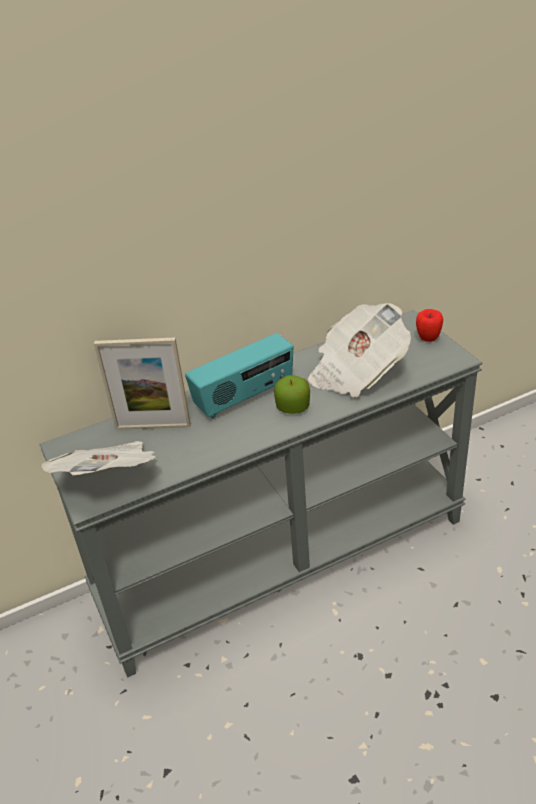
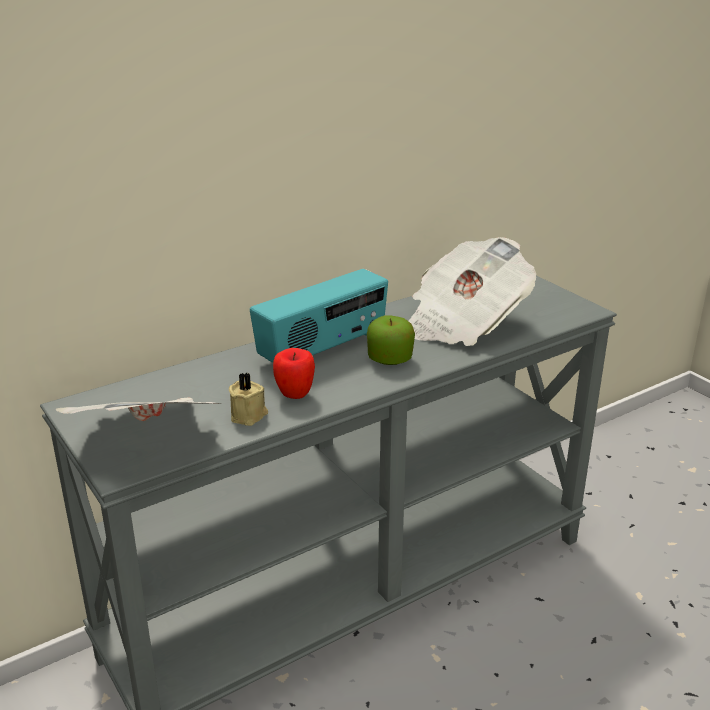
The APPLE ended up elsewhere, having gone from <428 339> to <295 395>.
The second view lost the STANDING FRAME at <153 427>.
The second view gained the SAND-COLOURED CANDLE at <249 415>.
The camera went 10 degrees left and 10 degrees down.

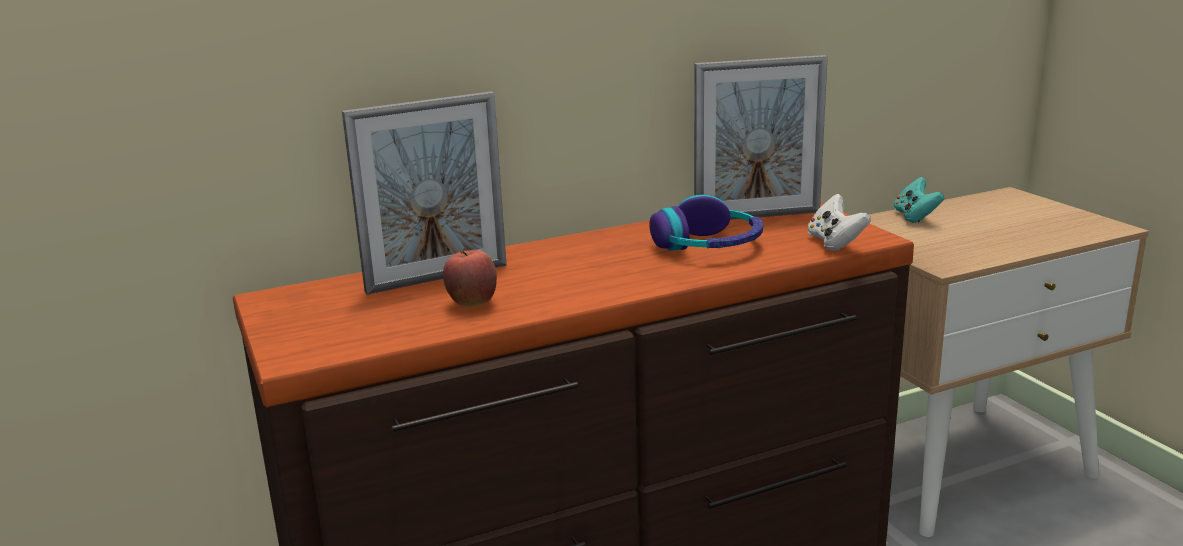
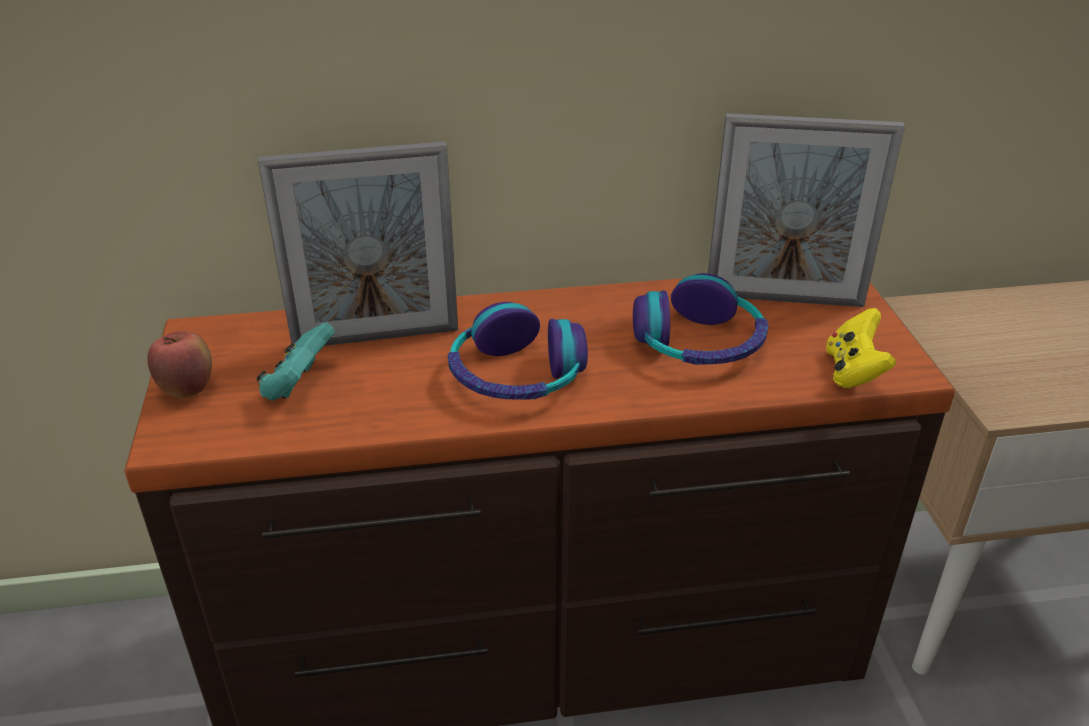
The TURQUOISE GAME CONTROLLER ended up elsewhere, having gone from <915 217> to <299 384>.
What was the WHITE GAME CONTROLLER at <835 243> turned into the YELLOWISH GAME CONTROLLER at <853 371>.
The APPLE ended up elsewhere, having gone from <472 304> to <188 389>.
The second view gained the PAIR OF HEADPHONES at <516 375>.
The camera went 15 degrees right and 15 degrees up.

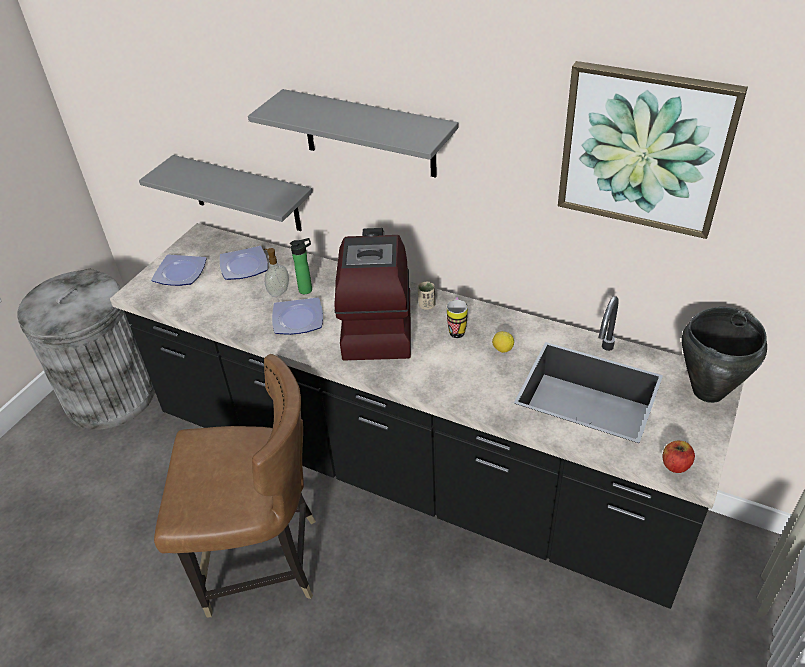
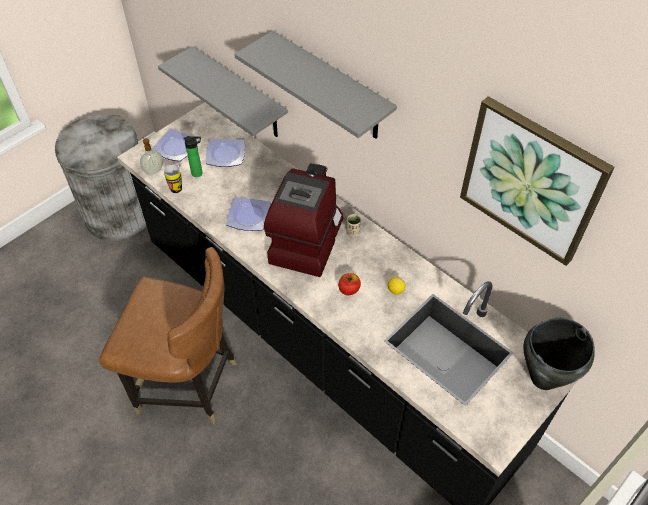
The BOTTLE ended up elsewhere, having gone from <307 289> to <199 173>.
The LIQUID SOAP BOTTLE ended up elsewhere, having gone from <278 291> to <153 170>.
The COFFEE MUG ended up elsewhere, having gone from <457 330> to <178 186>.
The APPLE ended up elsewhere, having gone from <675 465> to <349 289>.
The camera went 15 degrees right and 10 degrees up.

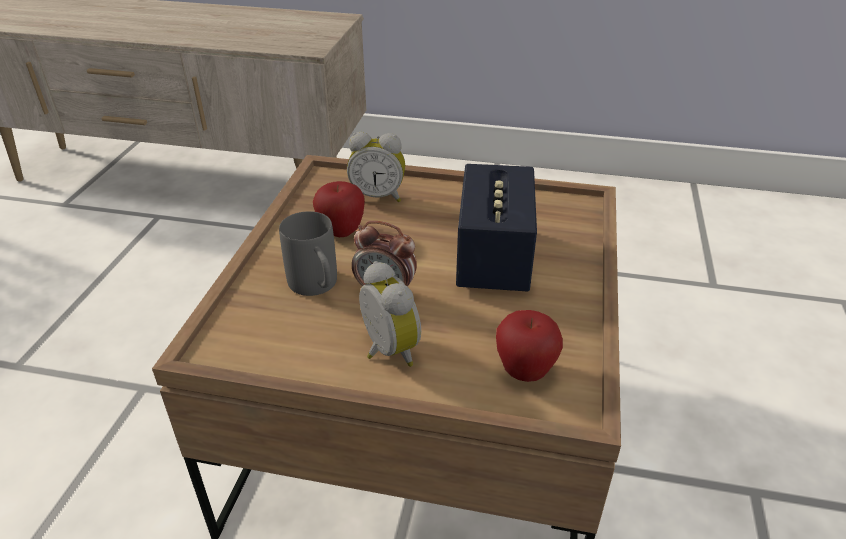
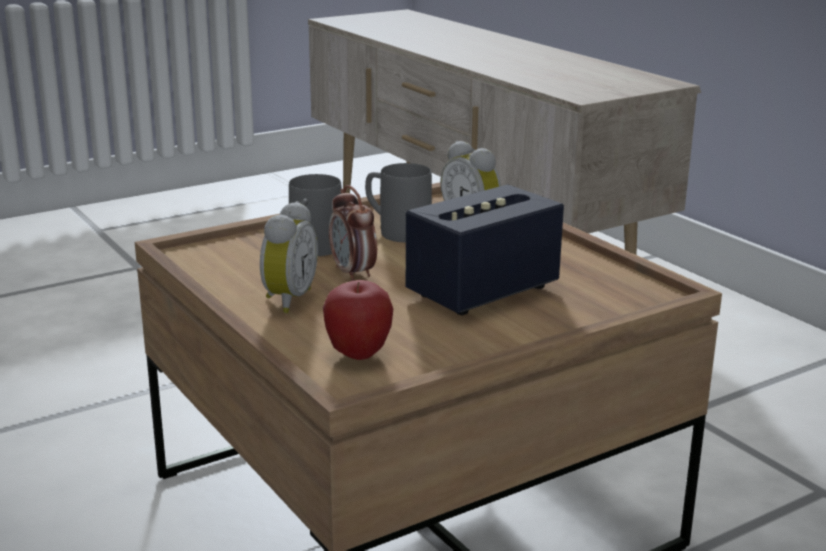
Where the APPLE stood at <341 231>, the GRAY COFFEE MUG came to stand at <395 231>.
The camera went 45 degrees right and 15 degrees down.

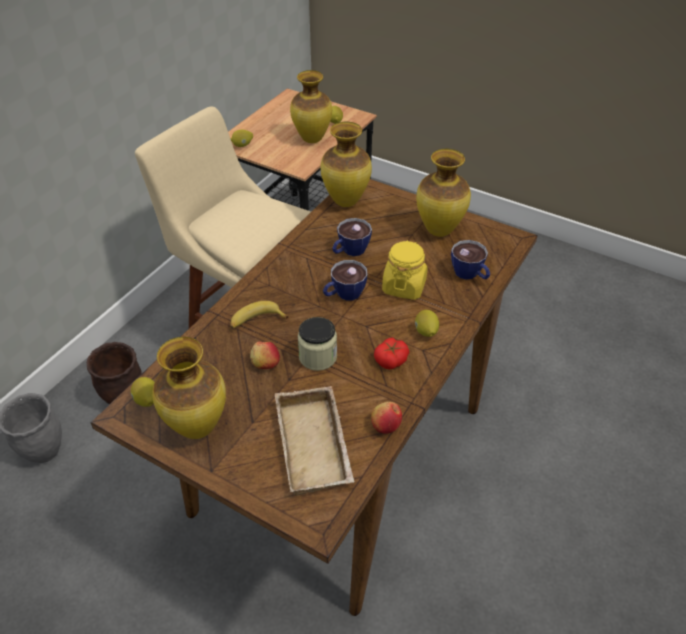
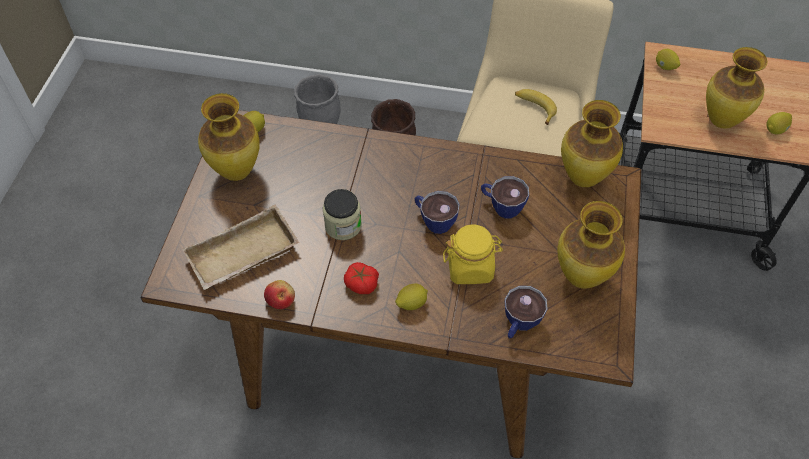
The WHOLE BANANA ended up elsewhere, having gone from <256 321> to <534 108>.
The second view lost the APPLE at <265 363>.
The camera went 70 degrees right and 10 degrees up.

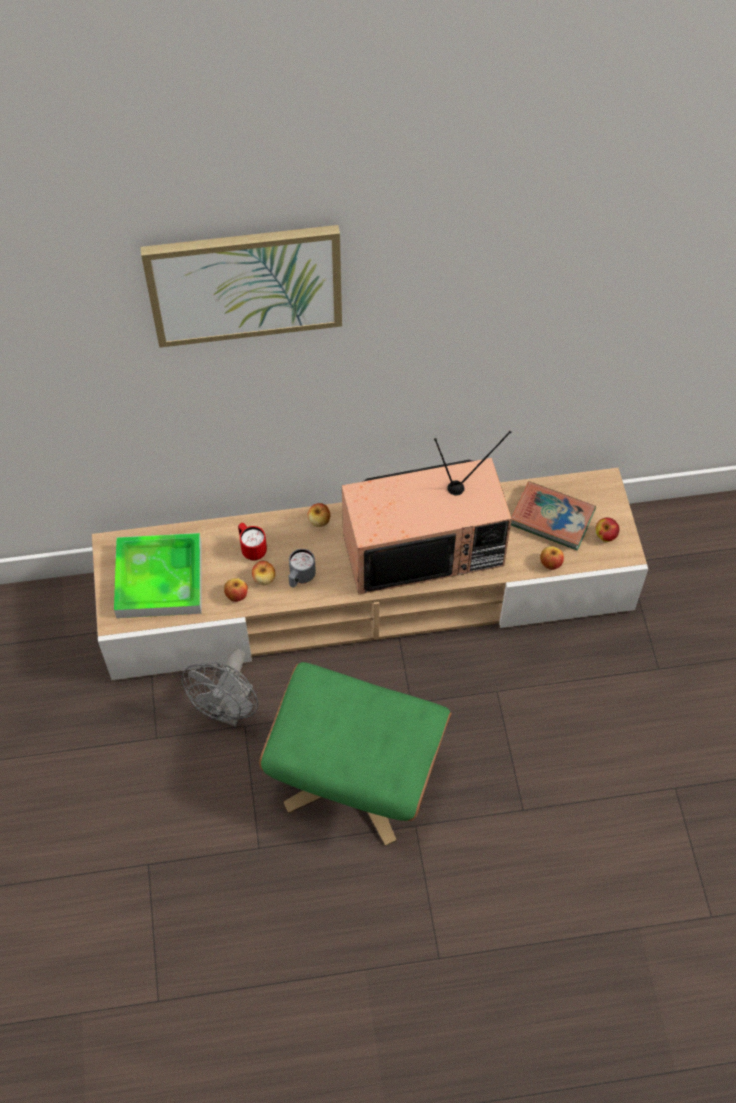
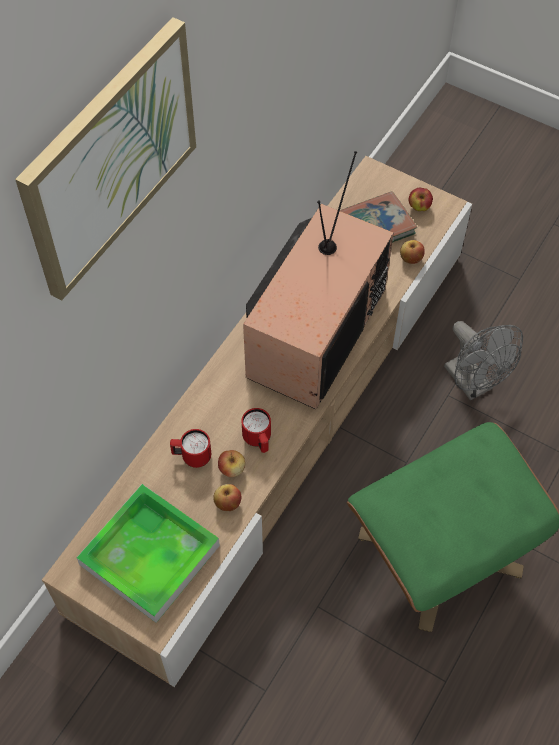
The second view lost the APPLE at <319 521>.
What was the GRAY COFFEE MUG at <300 578> turned into the RED COFFEE MUG at <258 440>.
The GRAY FAN ended up elsewhere, having gone from <229 711> to <473 384>.
The camera went 50 degrees left and 0 degrees up.

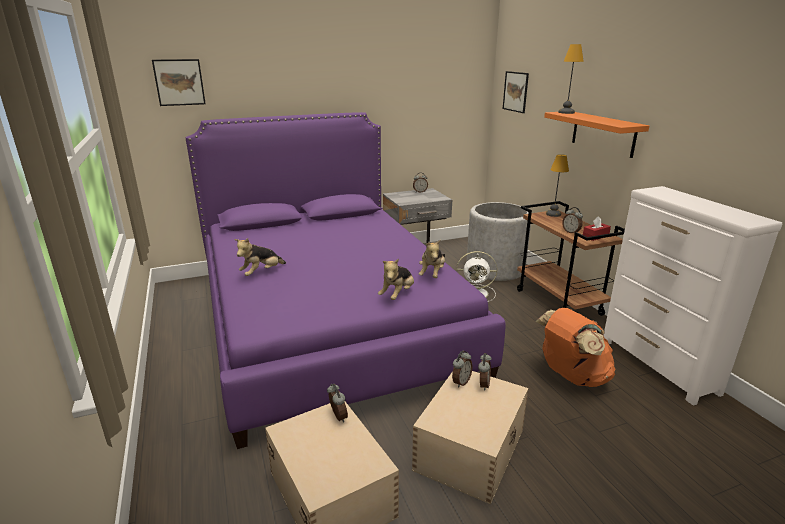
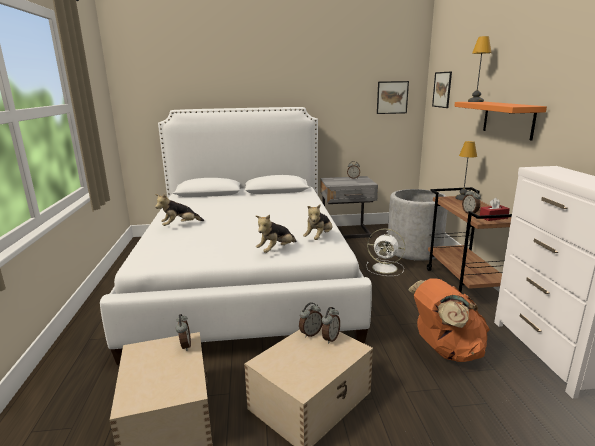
The PICTURE ended up elsewhere, having gone from <179 82> to <392 97>.
What was the PURPLE SLEEPING BED at <328 320> turned into the WHITE SLEEPING BED at <245 276>.
The camera went 15 degrees right and 5 degrees down.

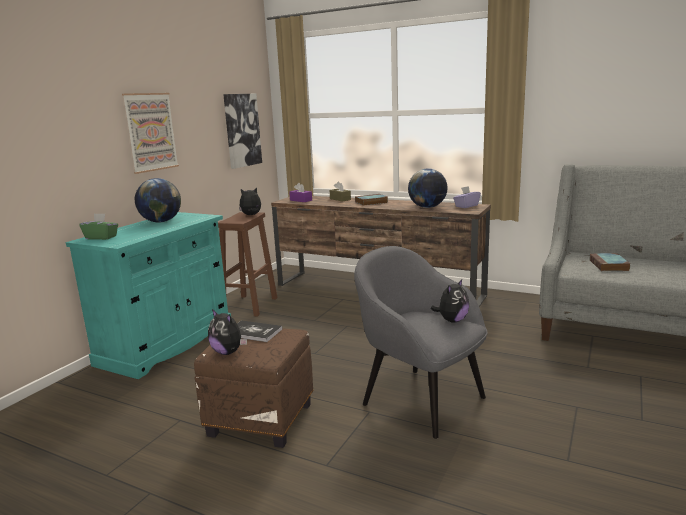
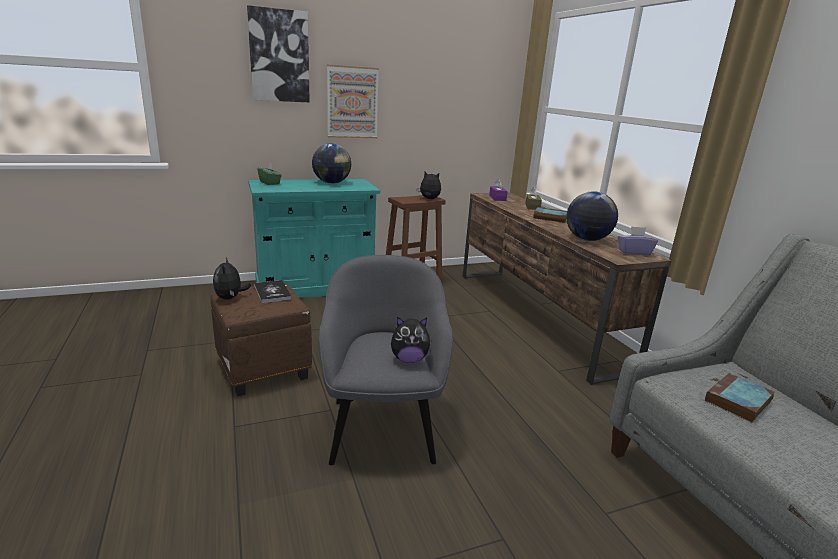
The PICTURE ended up elsewhere, having gone from <241 130> to <279 56>.
The camera went 40 degrees right and 5 degrees up.

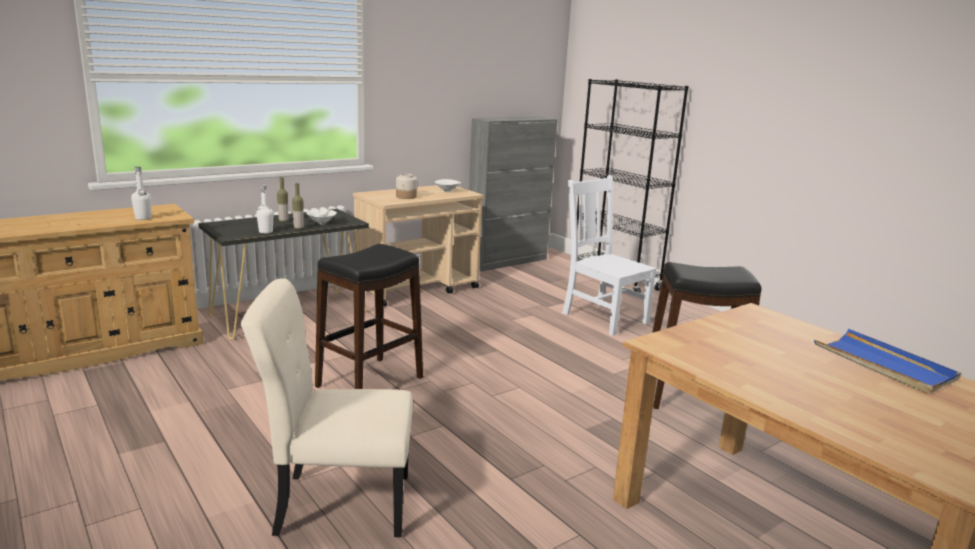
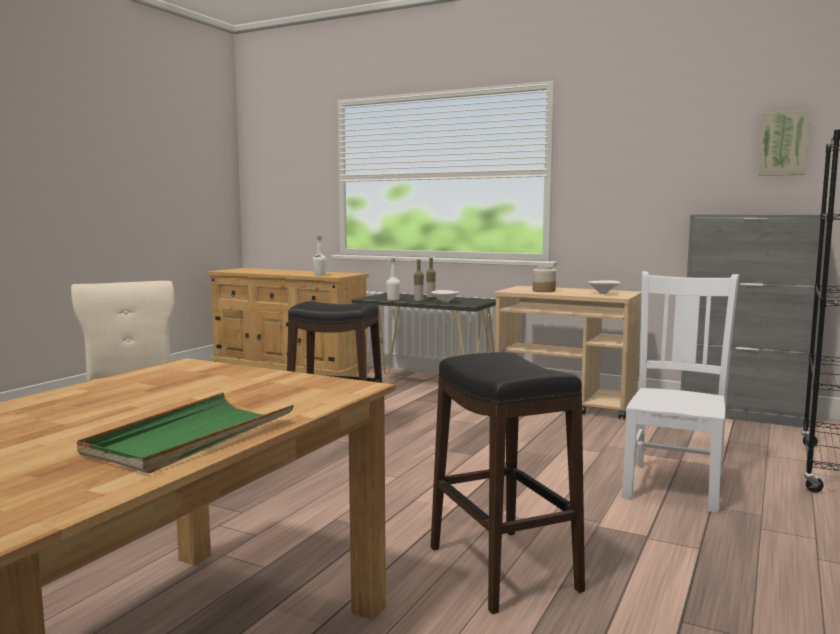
What was the BLUE-COLOURED SERVING TRAY at <883 365> turned into the GREENISH SERVING TRAY at <191 437>.
The second view gained the PICTURE at <783 143>.
The camera went 65 degrees right and 10 degrees down.

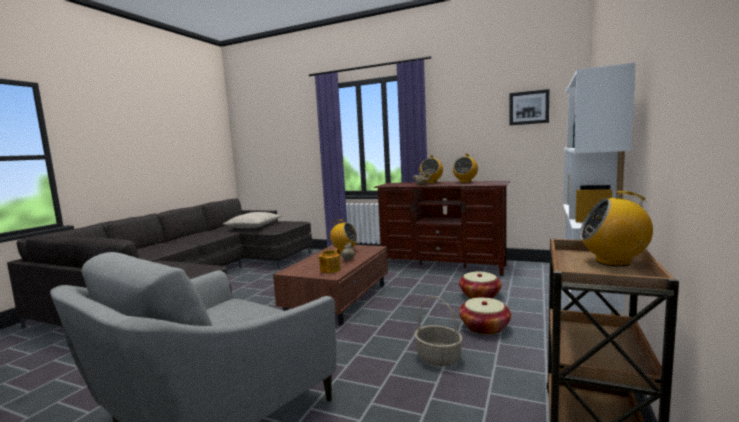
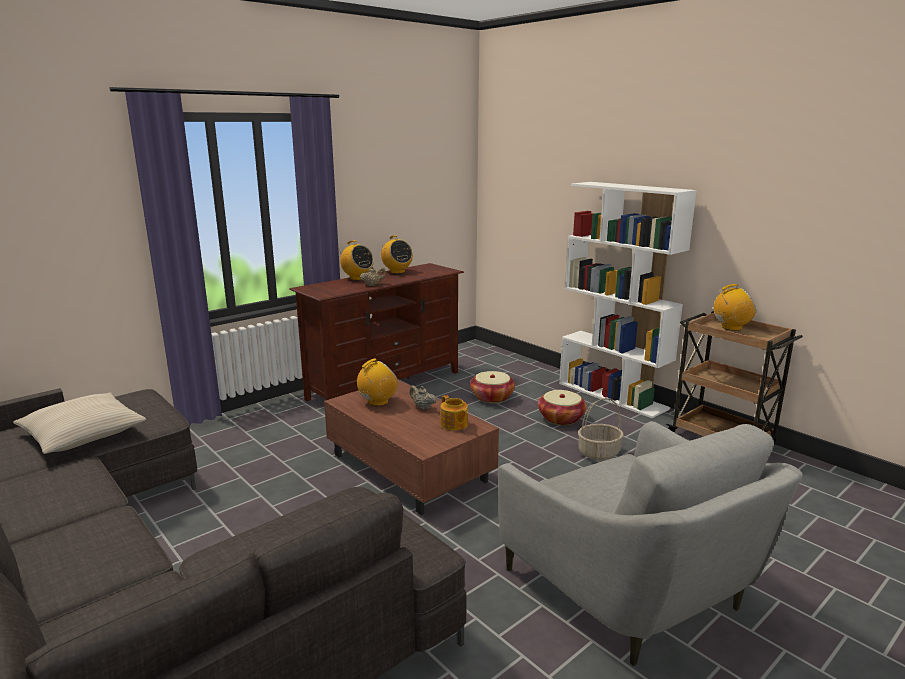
The second view lost the PICTURE at <529 107>.
The RADIO at <613 262> ended up facing another way, 135 degrees counterclockwise from before.
The camera went 65 degrees left and 10 degrees up.

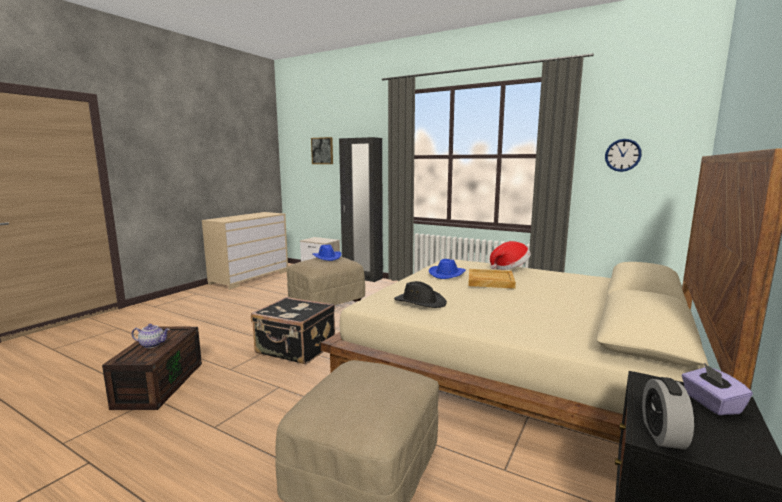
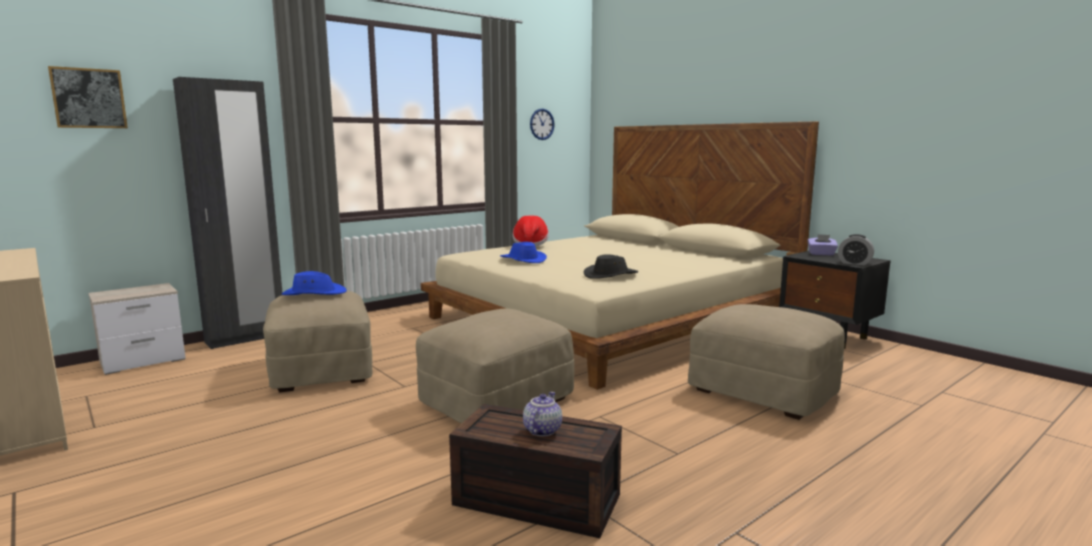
The second view lost the SAND-COLOURED SERVING TRAY at <490 281>.
Where the BLACK-COLOURED TRAVEL CASE stood at <295 349>, the SAND-COLOURED POUFFE came to stand at <496 402>.
The camera went 70 degrees left and 0 degrees up.

